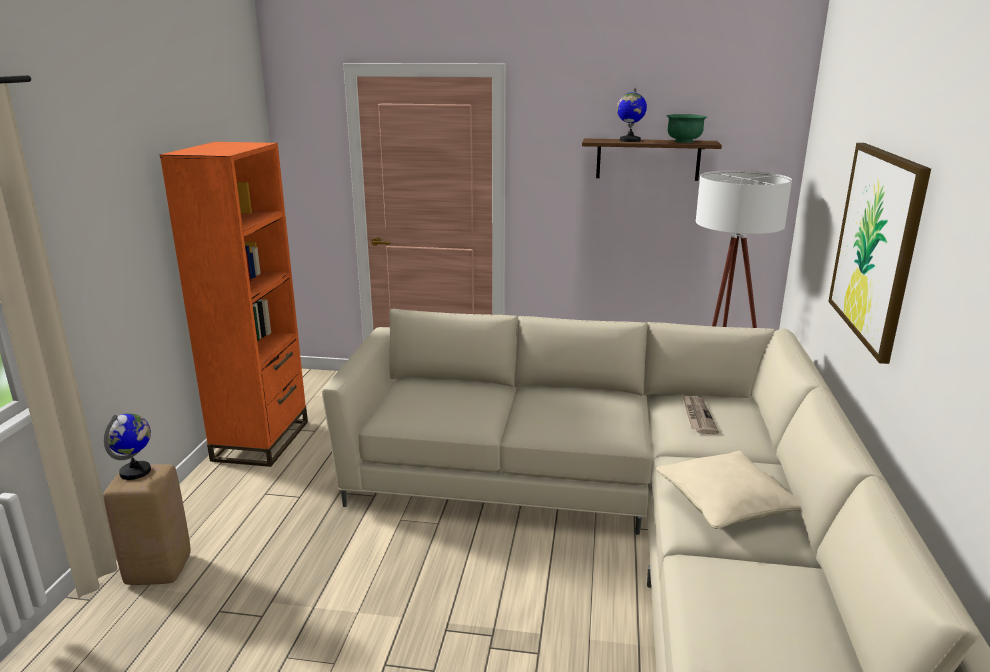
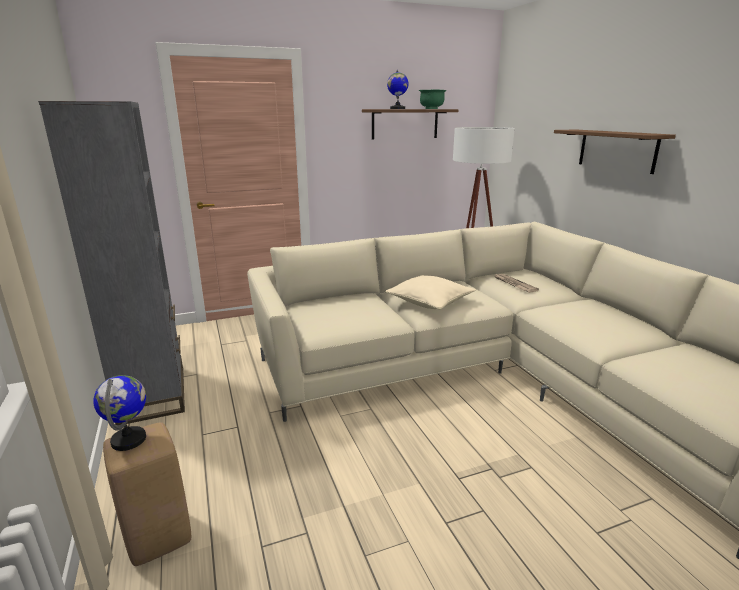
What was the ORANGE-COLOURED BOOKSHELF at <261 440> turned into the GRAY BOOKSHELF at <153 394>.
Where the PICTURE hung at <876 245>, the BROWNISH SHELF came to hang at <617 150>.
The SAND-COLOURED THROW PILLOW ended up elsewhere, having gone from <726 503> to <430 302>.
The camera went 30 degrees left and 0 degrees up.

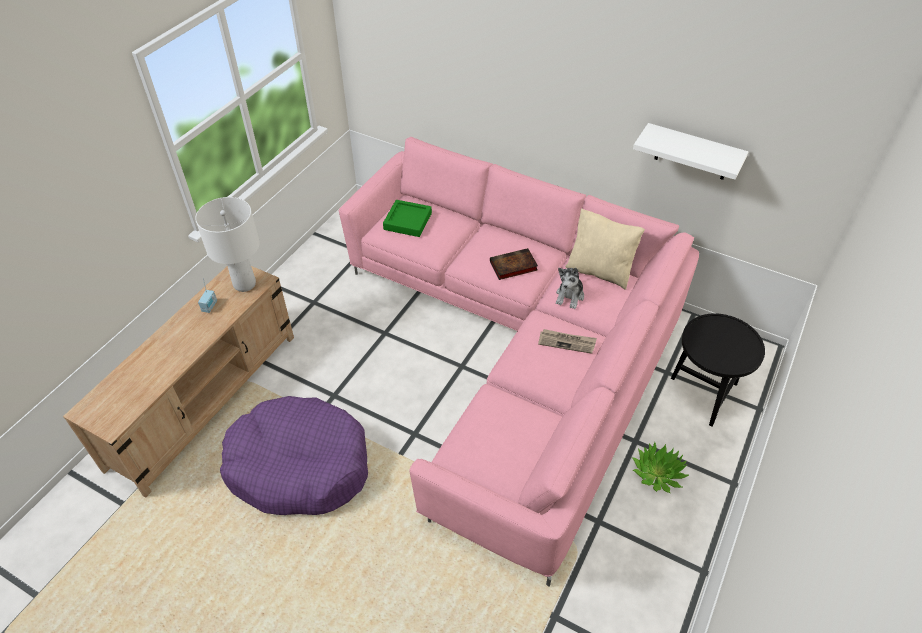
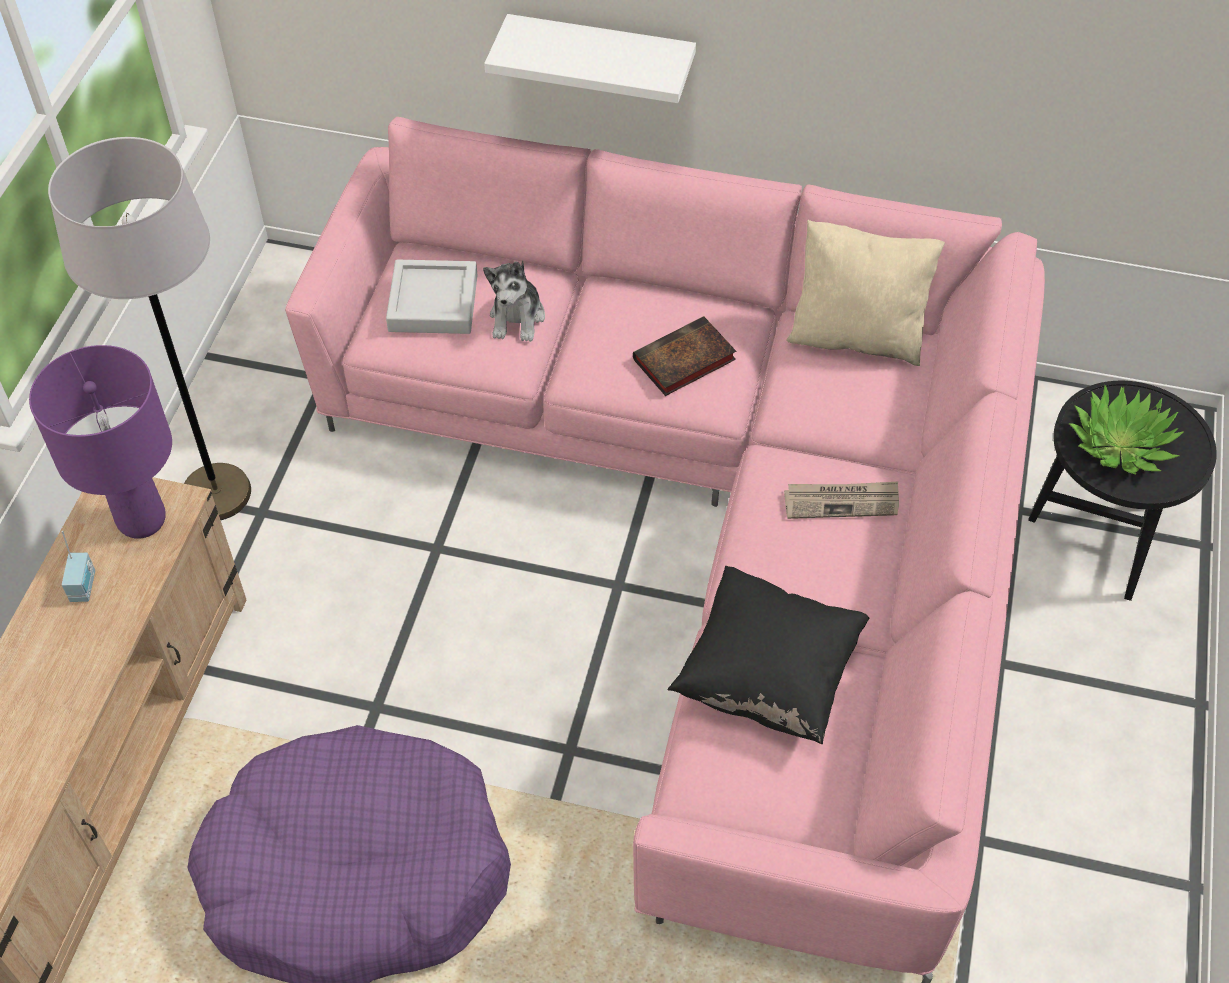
The WHITE SHELF ended up elsewhere, having gone from <692 152> to <601 58>.
What was the WHITE TABLE LAMP at <245 284> turned into the PURPLE TABLE LAMP at <142 520>.
What was the GREENISH SERVING TRAY at <407 221> turned into the GRAY SERVING TRAY at <433 303>.
The CUDDLY TOY ended up elsewhere, having gone from <569 296> to <517 318>.
The POTTED PLANT ended up elsewhere, having gone from <657 473> to <1120 444>.
The second view gained the GRAY FLOOR LAMP at <216 494>.
The second view gained the BLACK-COLOURED THROW PILLOW at <767 676>.
The camera went 15 degrees left and 5 degrees up.

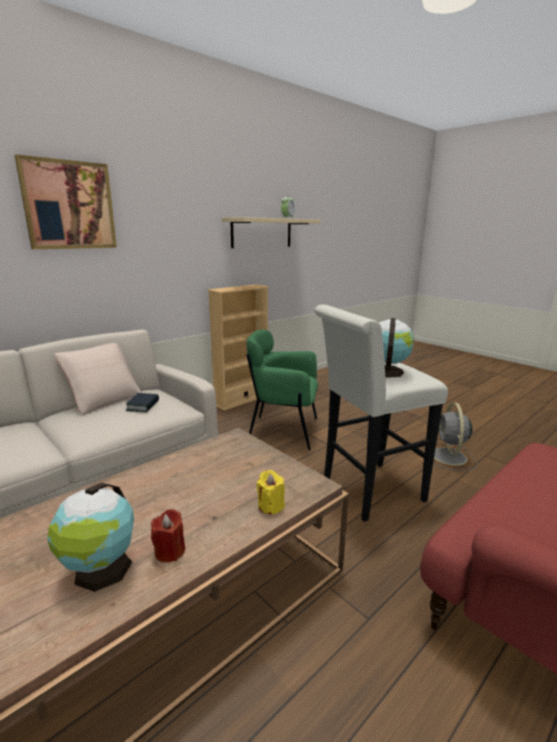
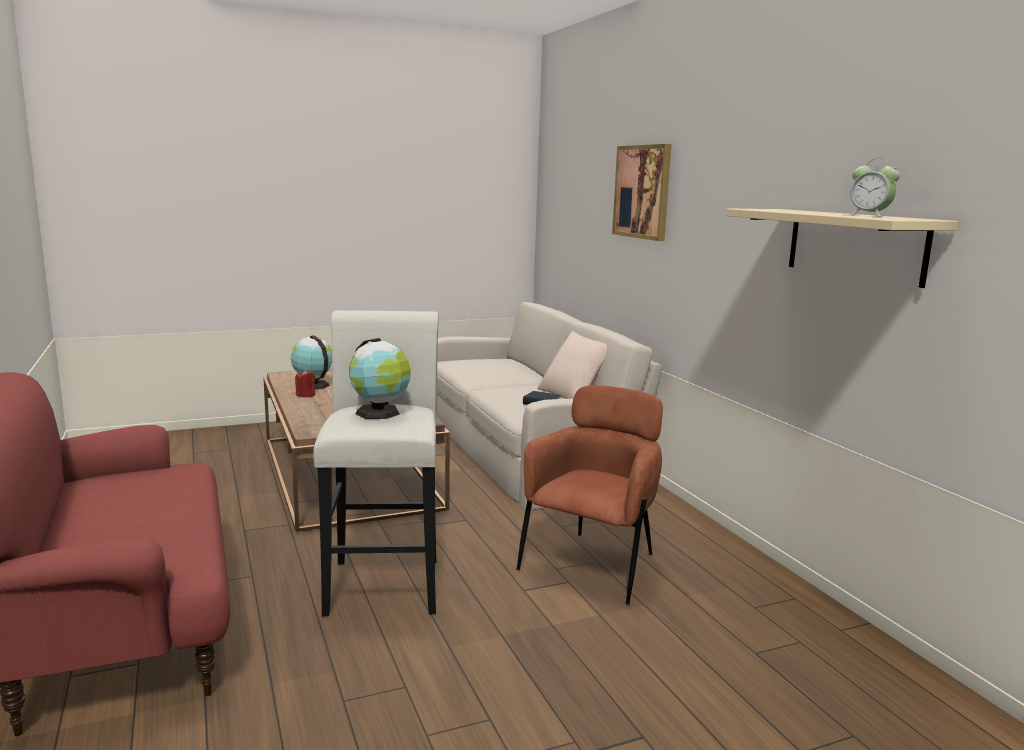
The second view lost the SAND-COLOURED BOOKSHELF at <241 400>.
What was the GREENISH EASY CHAIR at <283 430> turned into the BROWNISH EASY CHAIR at <593 564>.
The second view lost the GRAY FAN at <449 457>.
The second view lost the YELLOWISH CANDLE at <270 506>.
The camera went 110 degrees right and 5 degrees down.

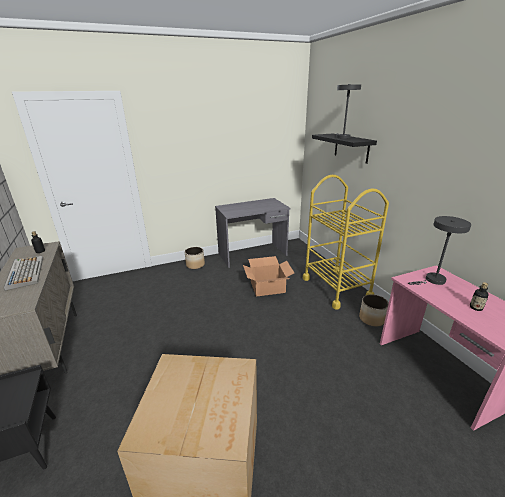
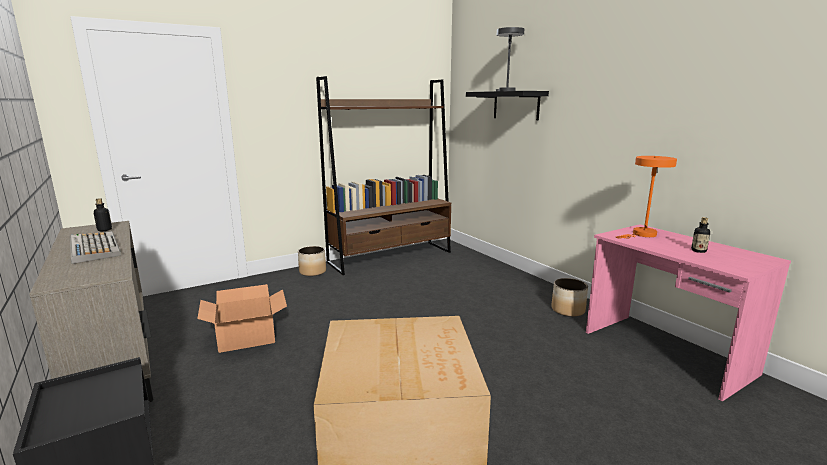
The second view lost the YELLOWISH CART at <336 287>.
Where the GRAY DESK UNIT stood at <253 254>, the BROWNISH BOOKSHELF came to stand at <391 257>.
What was the GRAY TABLE LAMP at <432 280> turned into the ORANGE-COLOURED TABLE LAMP at <642 234>.
The PACKING BOX ended up elsewhere, having gone from <267 287> to <246 336>.
The camera went 10 degrees left and 10 degrees down.

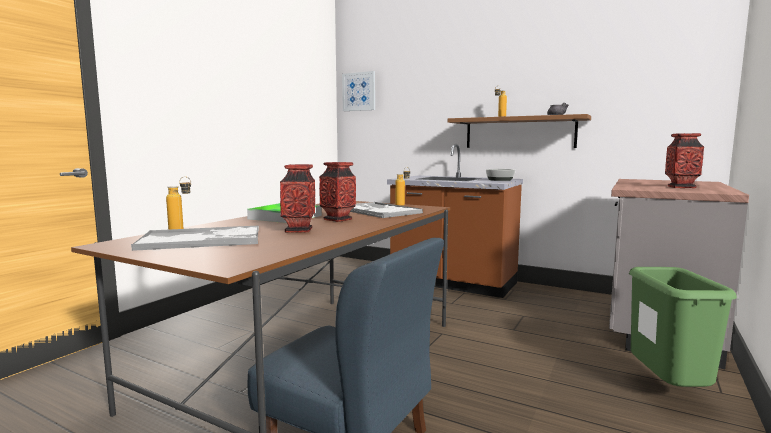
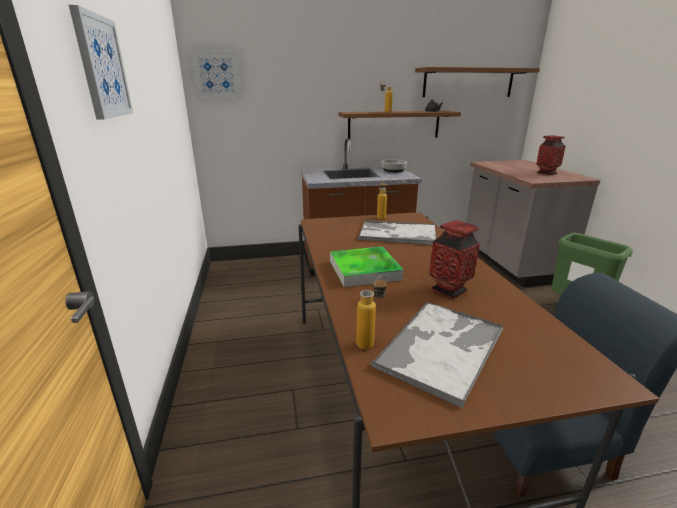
The second view lost the DECORATIVE VASE at <338 219>.
The second view gained the PICTURE at <102 67>.
The second view gained the BROWNISH SHELF at <468 83>.
The camera went 40 degrees left and 15 degrees up.

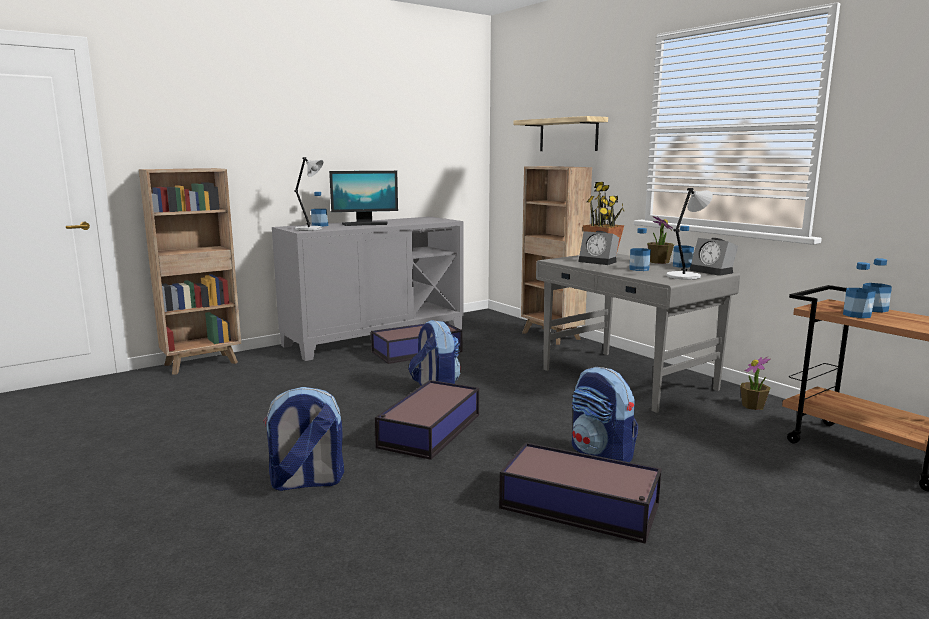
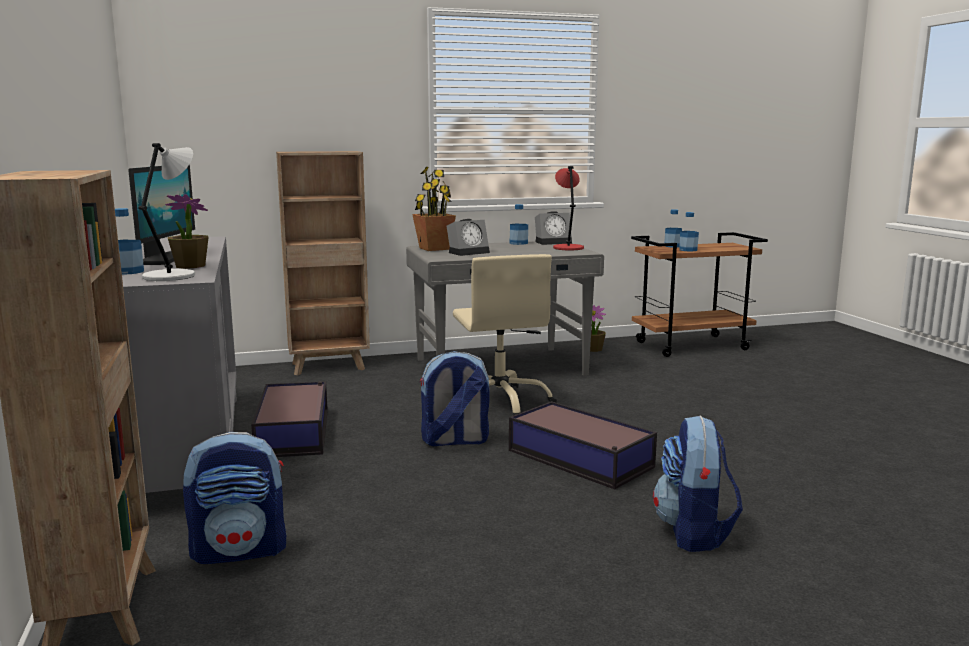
The second view lost the SHELF at <568 135>.
What was the GRAY TABLE LAMP at <685 276> turned into the RED TABLE LAMP at <567 248>.
The POTTED PLANT ended up elsewhere, having gone from <659 262> to <190 266>.
The second view lost the BOTTLE at <639 269>.
The RUCKSACK ended up elsewhere, having gone from <601 455> to <240 550>.
The second view lost the STORAGE CONTAINER at <581 507>.
The second view gained the SAND-COLOURED DESK CHAIR at <500 403>.
The camera went 70 degrees left and 0 degrees up.

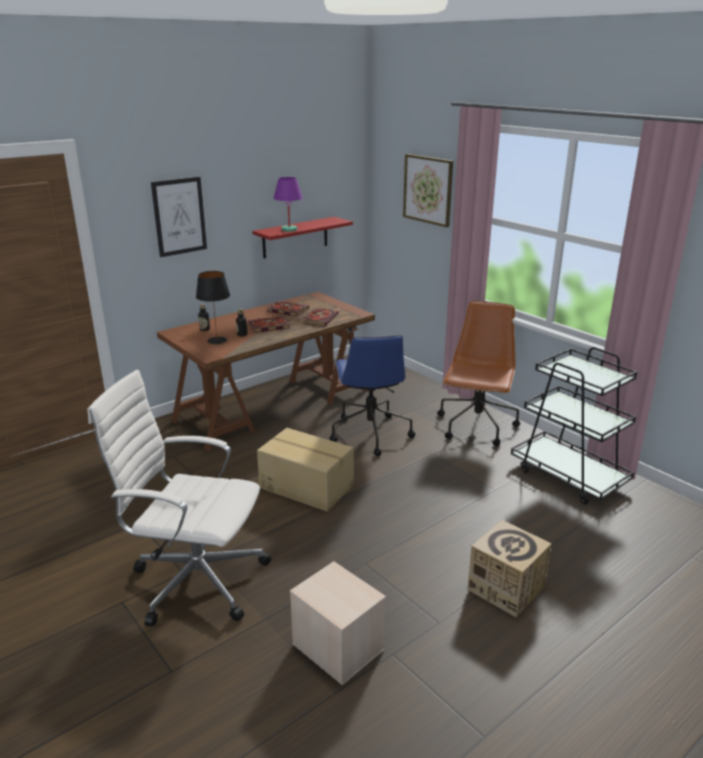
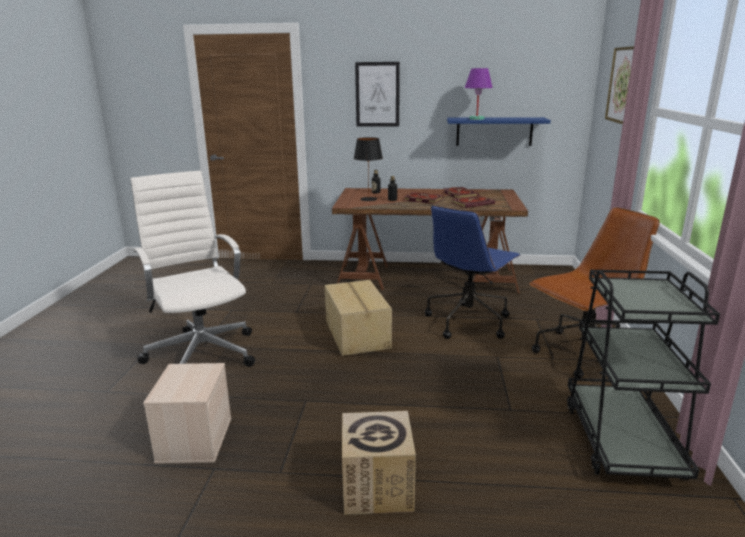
What was the RED SHELF at <295 237> turned into the BLUE-COLOURED SHELF at <494 131>.
The camera went 45 degrees right and 5 degrees down.

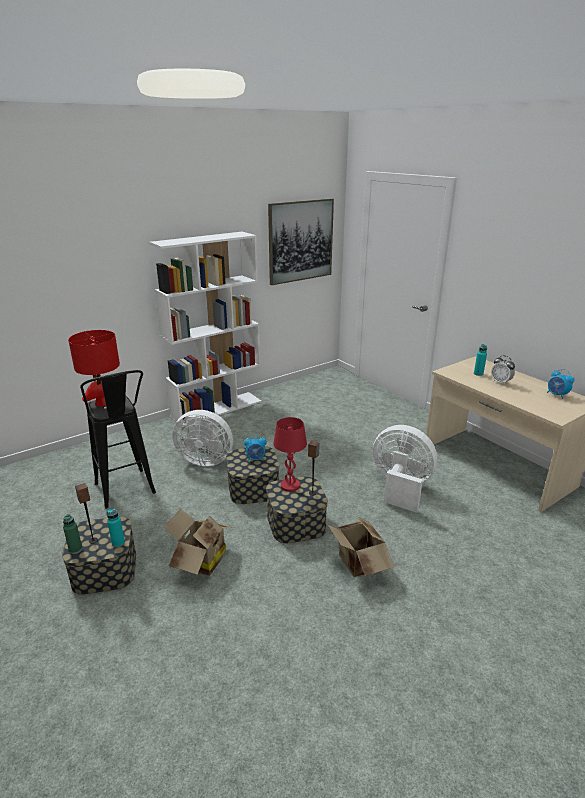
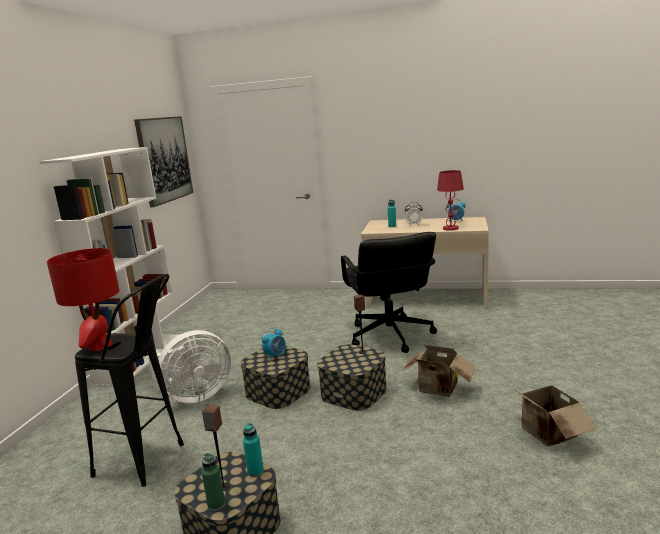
The RED TABLE LAMP ended up elsewhere, having gone from <290 485> to <450 228>.
Where the WHITE FAN stood at <400 487>, the BLACK-COLOURED DESK CHAIR came to stand at <390 336>.
The PACKING BOX ended up elsewhere, having gone from <199 561> to <546 435>.
The camera went 40 degrees left and 10 degrees down.

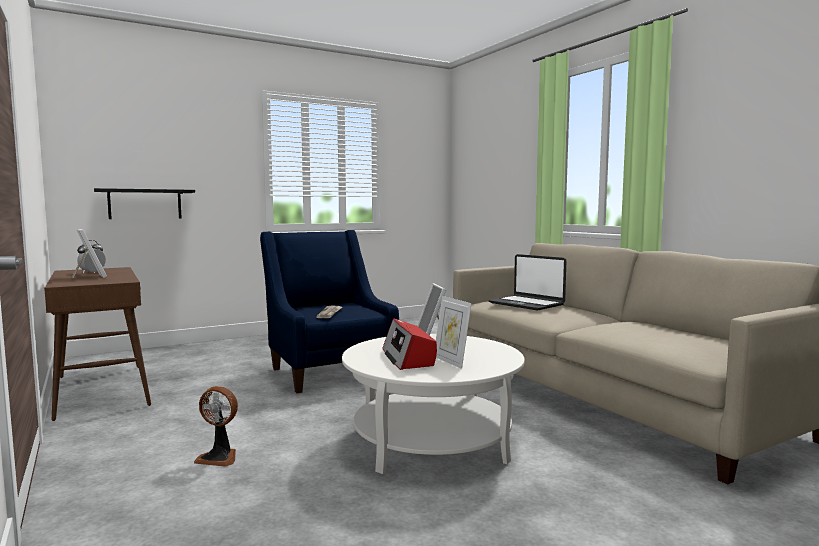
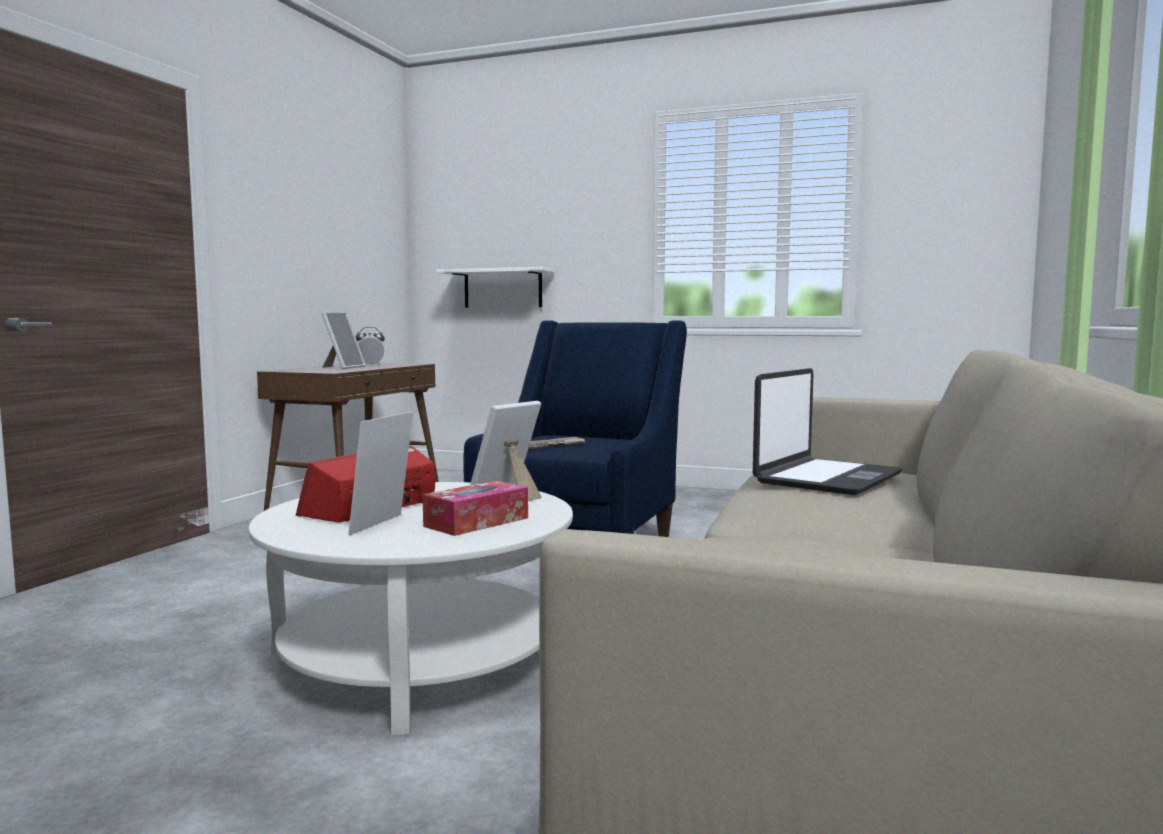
What was the BLACK-COLOURED SHELF at <145 204> turned into the WHITE SHELF at <503 288>.
The LAPTOP at <526 304> ended up facing another way, 150 degrees counterclockwise from before.
The second view lost the FAN at <219 457>.
The second view gained the TISSUE HOLDER at <476 522>.
The camera went 50 degrees right and 0 degrees up.

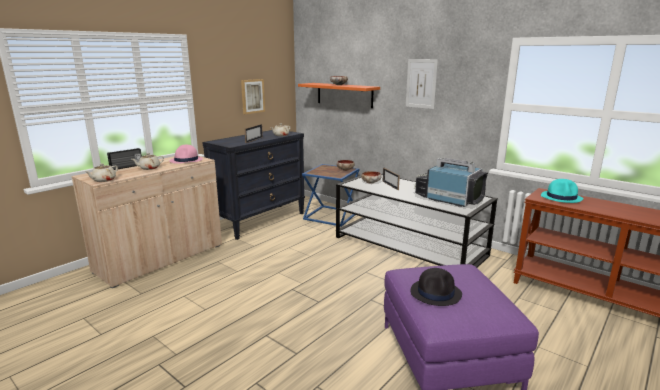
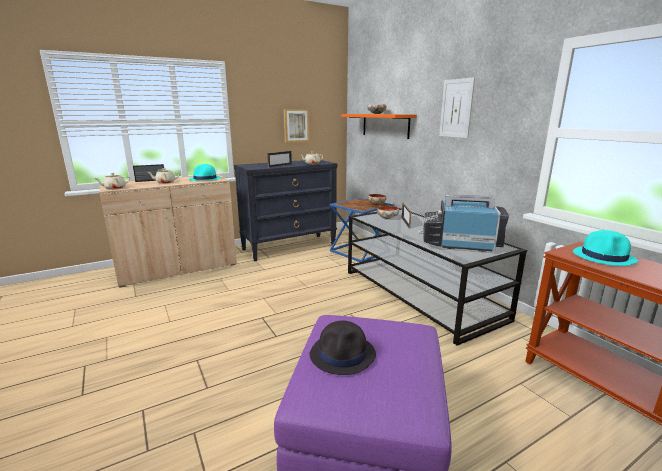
What was the PINK WEARABLE HAT at <186 160> turned into the TURQUOISE WEARABLE HAT at <205 179>.
The TELEVISION at <448 199> ended up facing another way, 45 degrees counterclockwise from before.
The camera went 20 degrees right and 0 degrees up.

